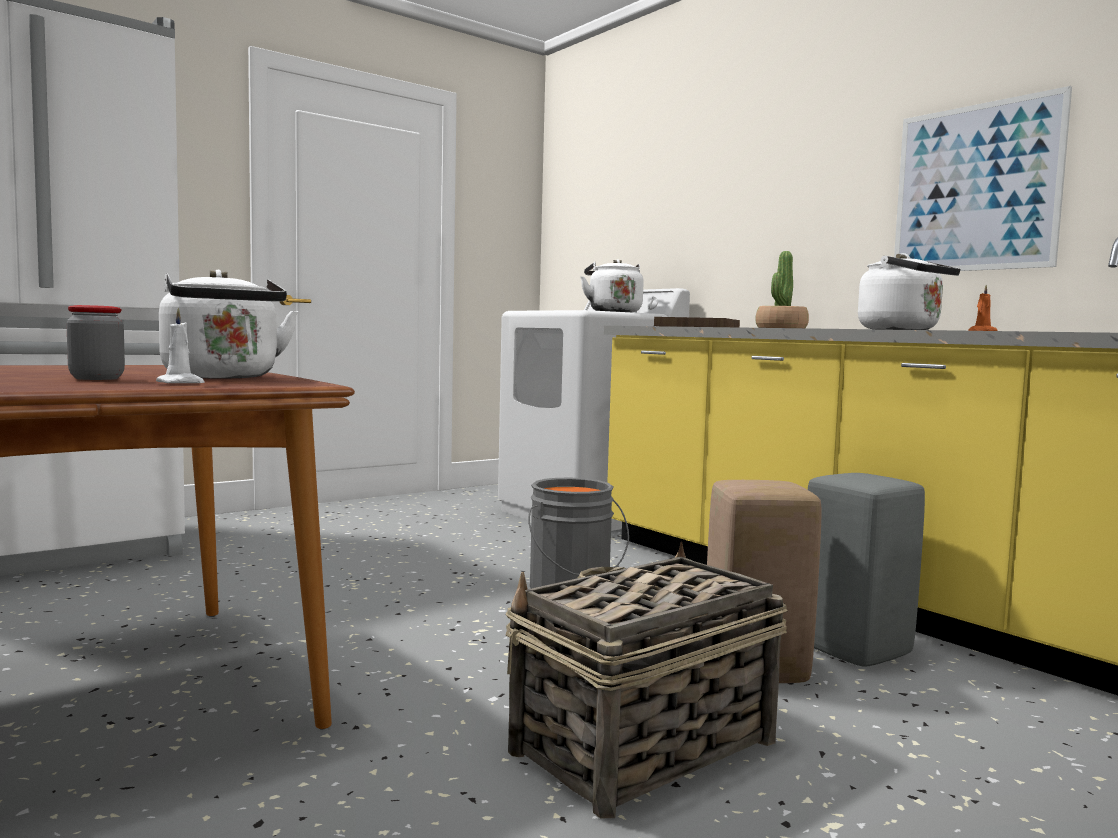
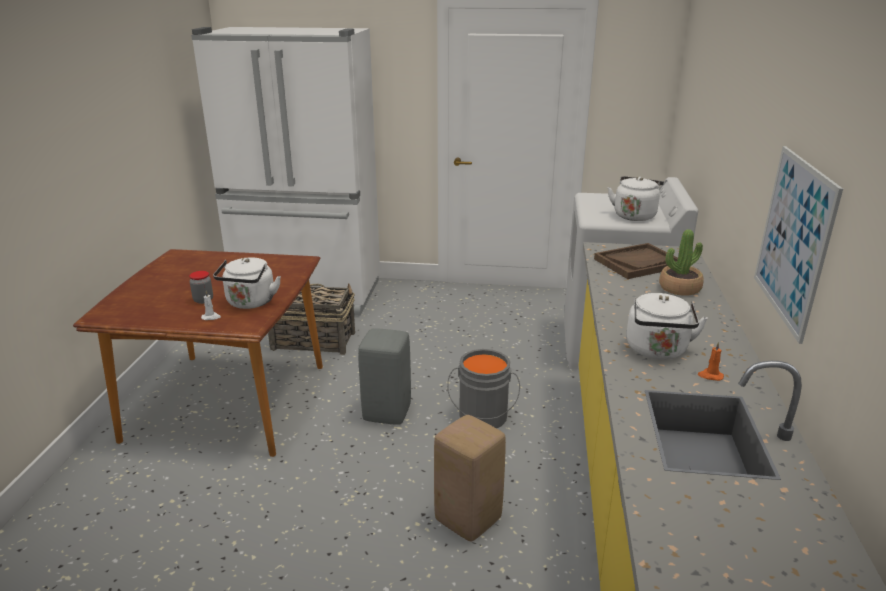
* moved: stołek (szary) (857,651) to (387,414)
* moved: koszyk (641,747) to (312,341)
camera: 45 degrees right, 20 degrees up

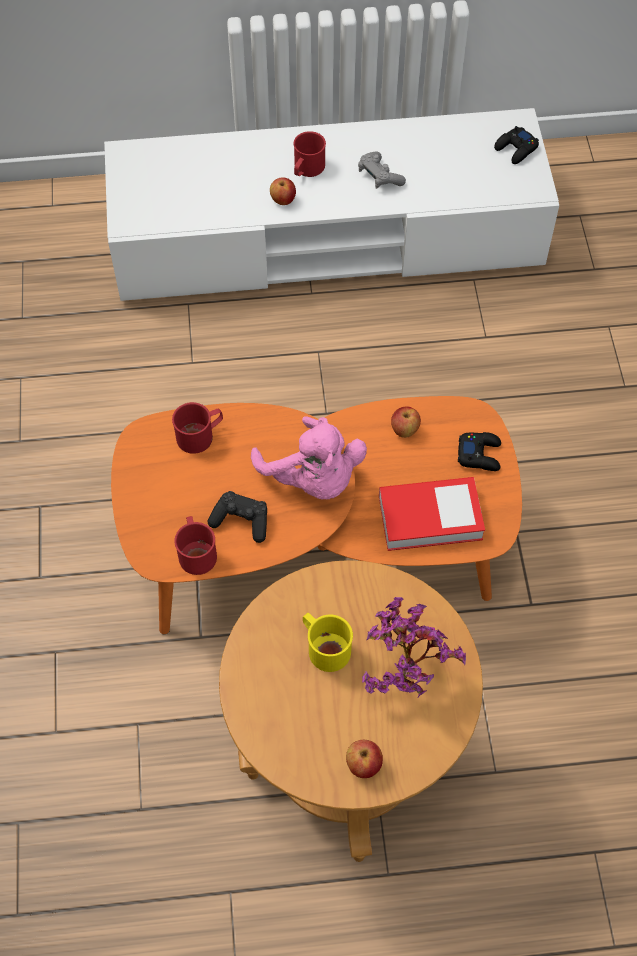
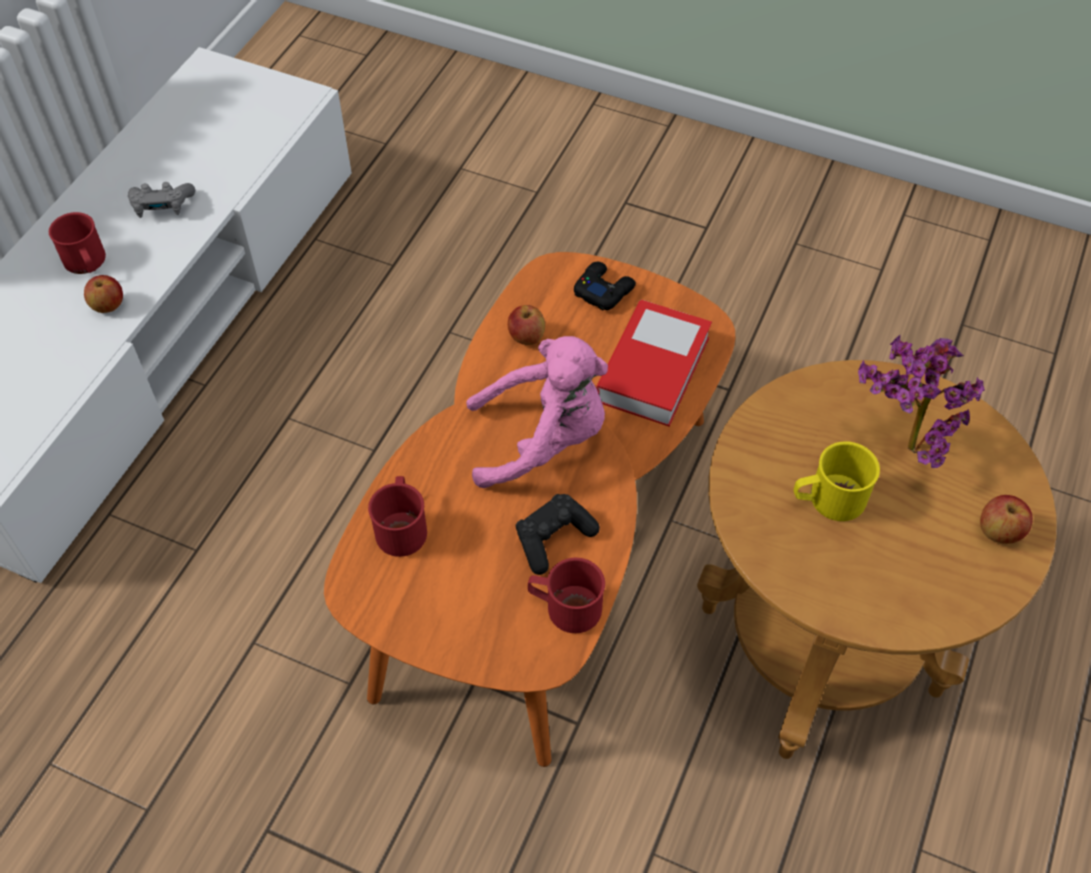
* removed: pad do gier (czarny) (516,149)
camera: 60 degrees left, 5 degrees down

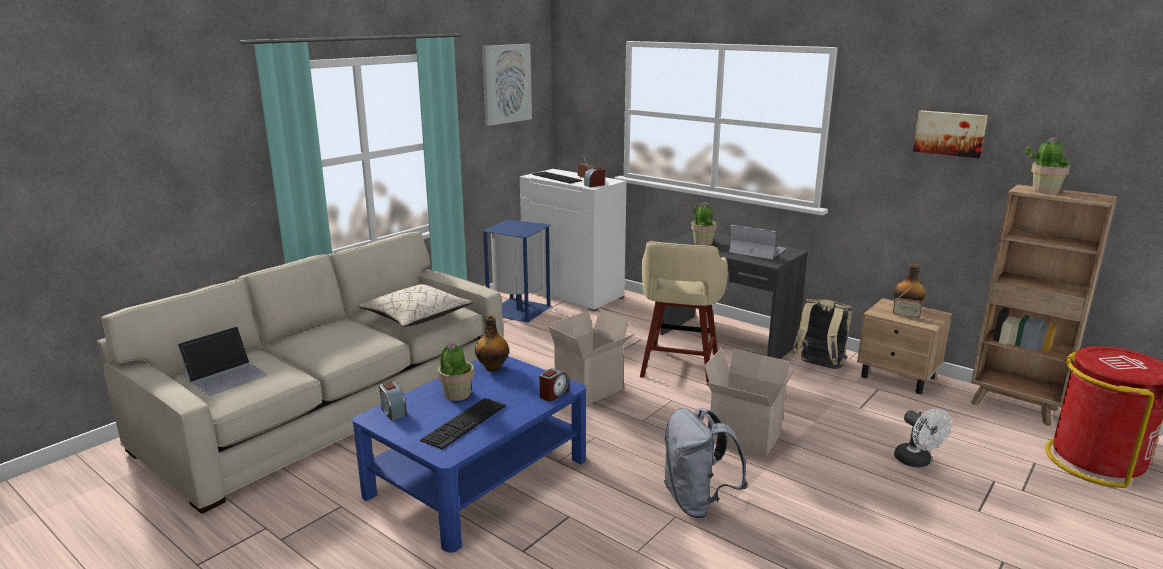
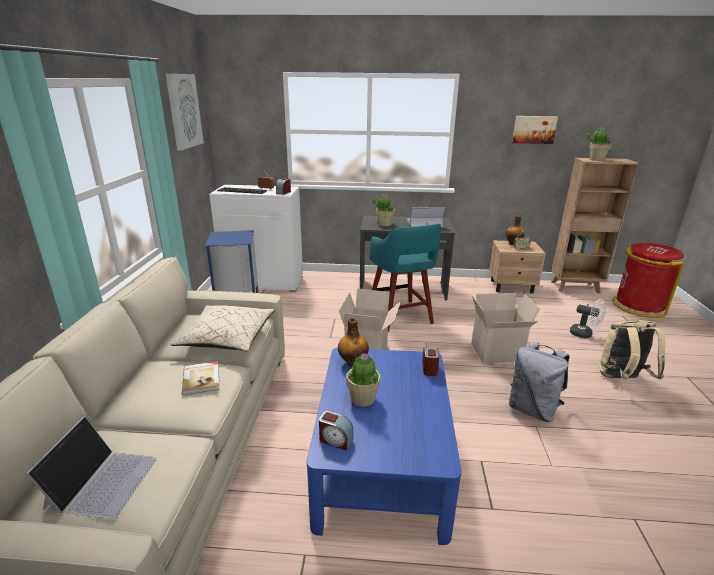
* recoloured: stołek (beżowy) (679,367) to stołek (turkusowy) (400,316)
* moved: plecak (beżowy) (819,367) to (622,379)
* removed: klawiatura (464,422)
* added: książka (202,379)
camera: 35 degrees left, 5 degrees up

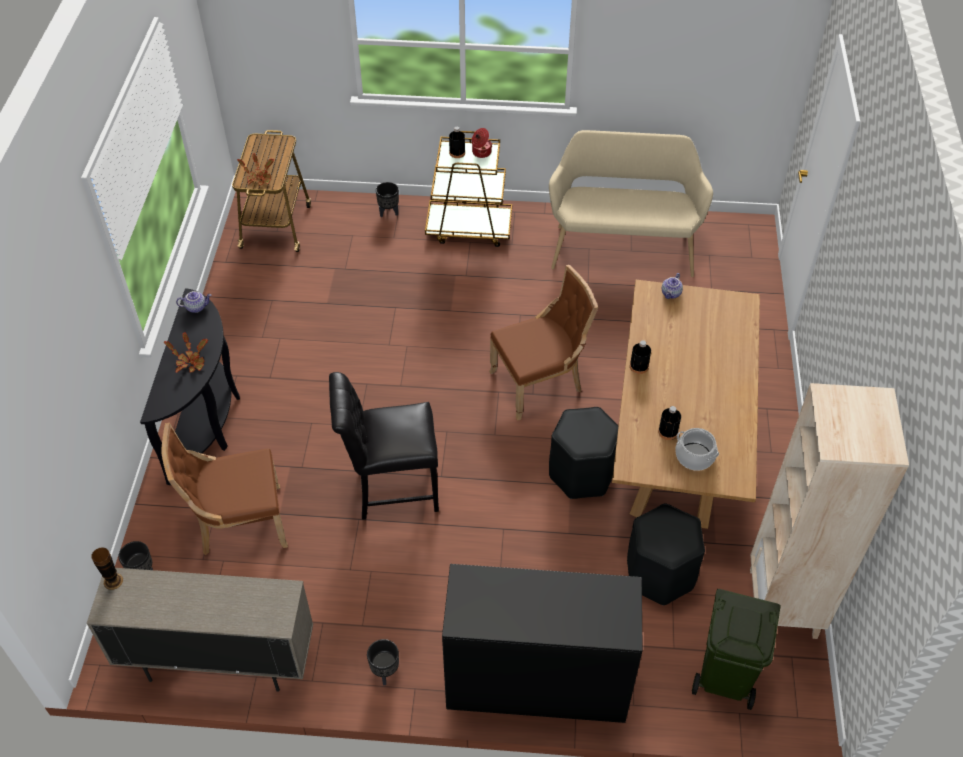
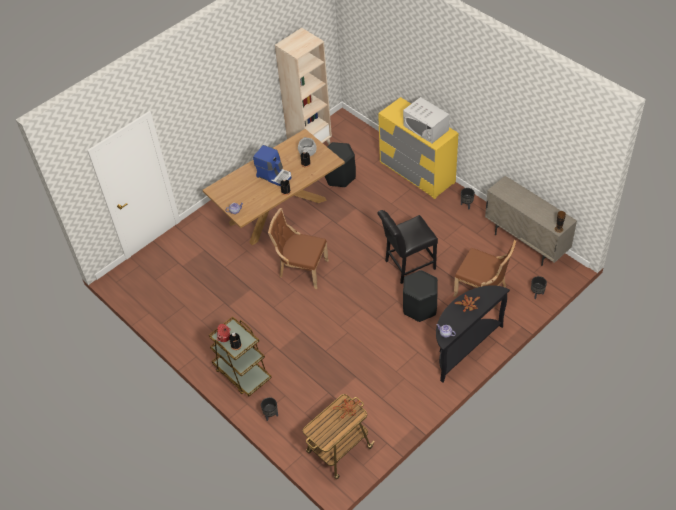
* removed: ławka (beżowy) (622,247)
* turned: krzesło (czarny) (391,488) = (407,265) 120 degrees clockwise
* moved: stołek (czarny) (581,473) to (420,307)
* recoloured: komoda (czarny) (537,683) to komoda (żółty) (417,172)
* removed: kosz na śmieci (zielony) (726,676)
* added: mikrofalówka (biały) (426,128)
* added: ekspres do kawy (274,175)
camera: 135 degrees left, 0 degrees up

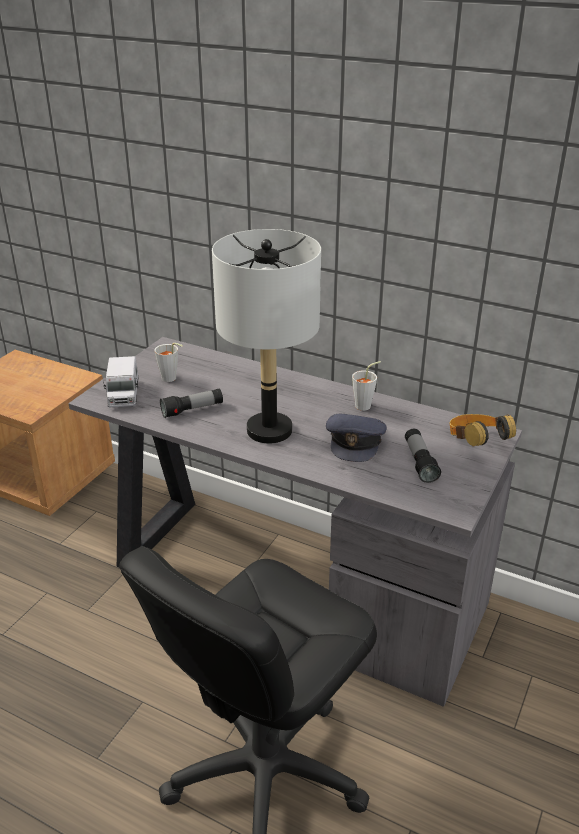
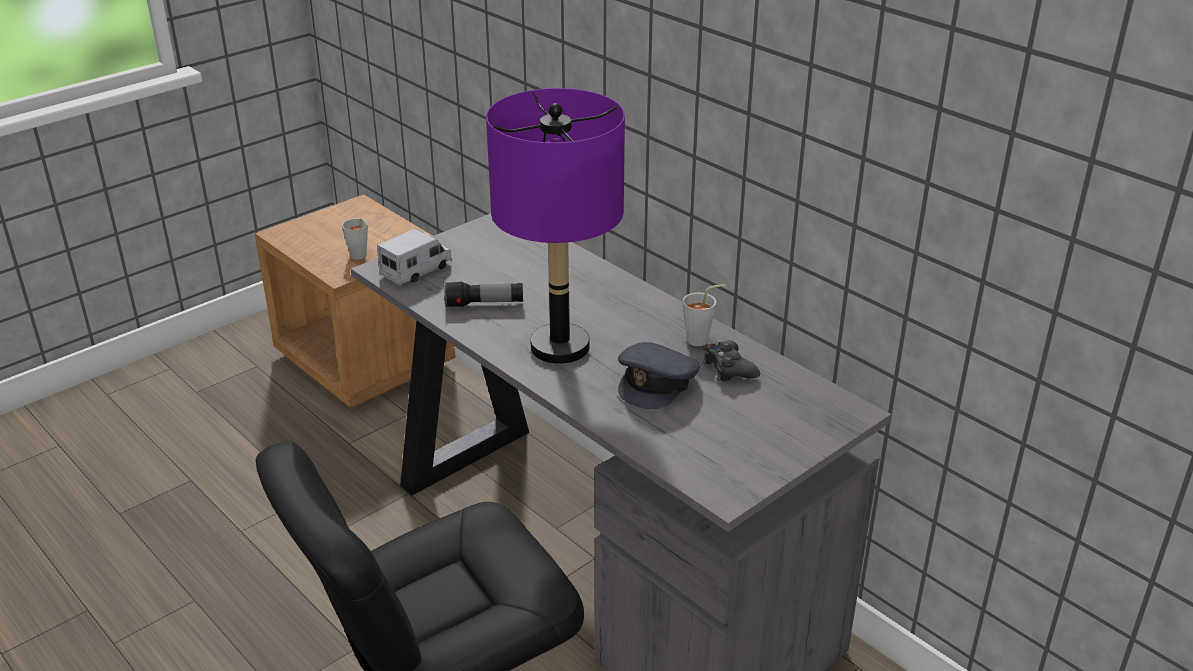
* recoloured: lampa stołowa (szary) (270,430) to lampa stołowa (fioletowy) (560,347)
* moved: filiżanka (szary) (171,379) to (359,257)
* turned: ciężarówka zabawkowa (123,395) = (417,270) 150 degrees counterclockwise
* removed: słuchawki (476,444)
* removed: latarka (420,462)
* added: pad do gier (czarny) (729,369)
camera: 20 degrees right, 0 degrees up

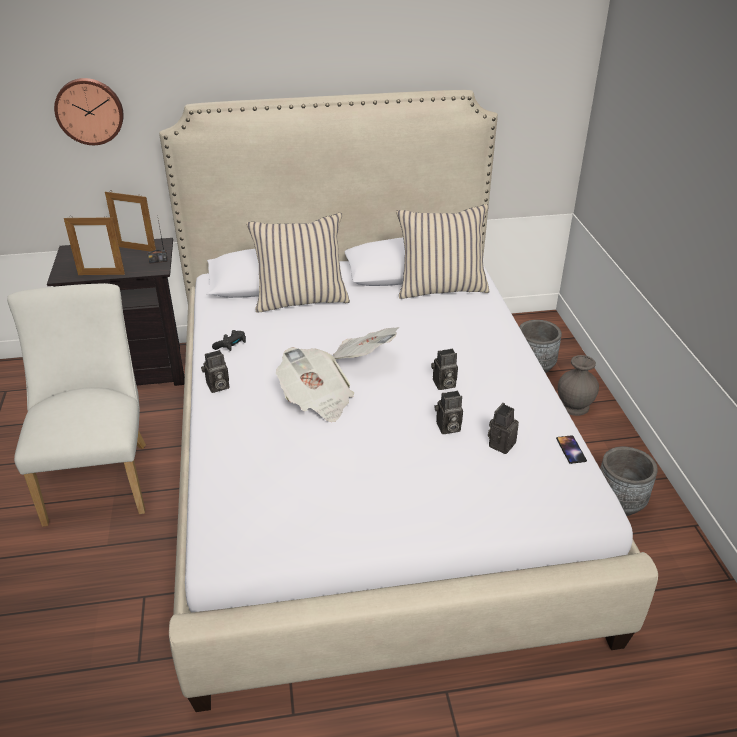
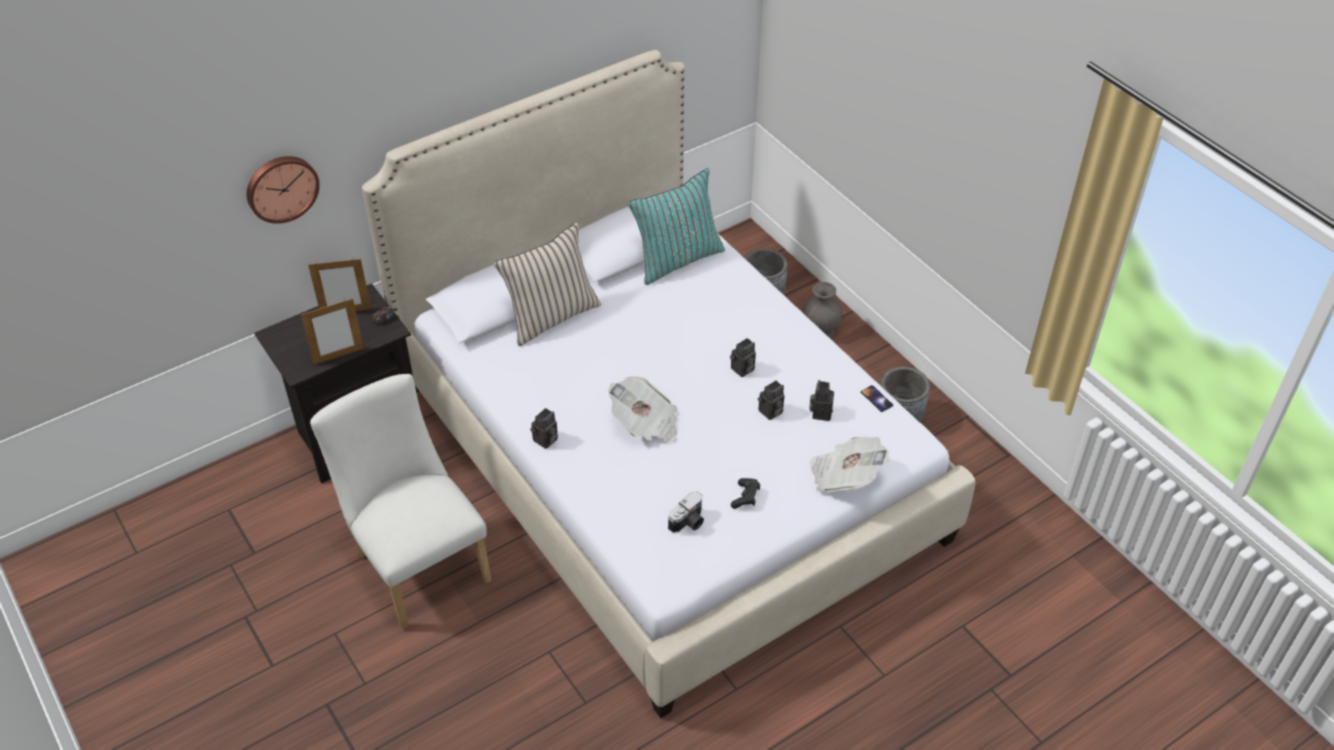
* recoloured: poduszka (beżowy) (441,288) to poduszka (turkusowy) (677,259)
* moved: gazeta (363,358) to (845,476)
* moved: pad do gier (czarny) (231,346) to (745,497)
* added: aparat fotograficzny (689,522)
camera: 25 degrees left, 10 degrees up

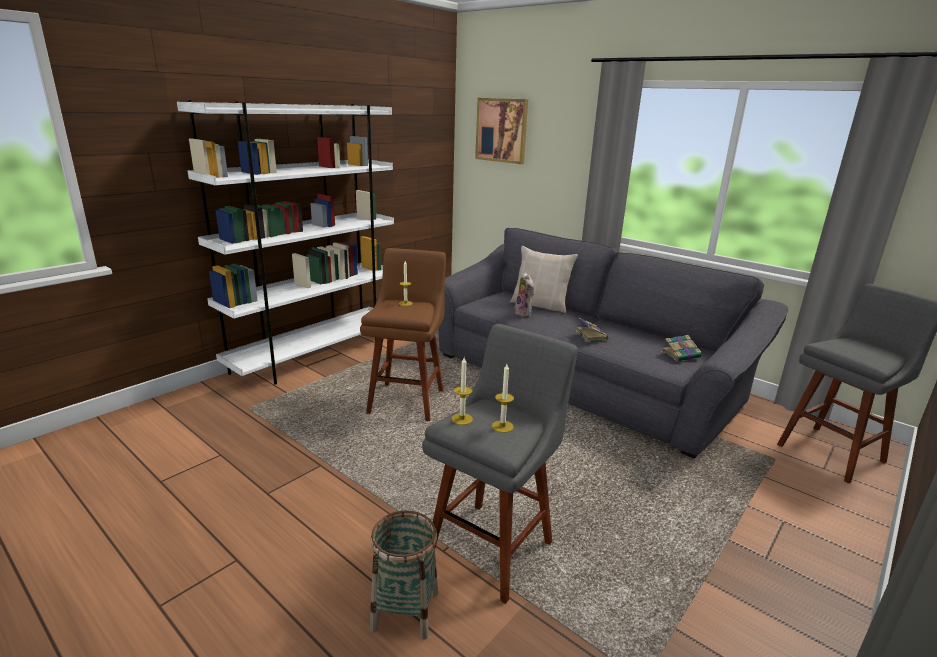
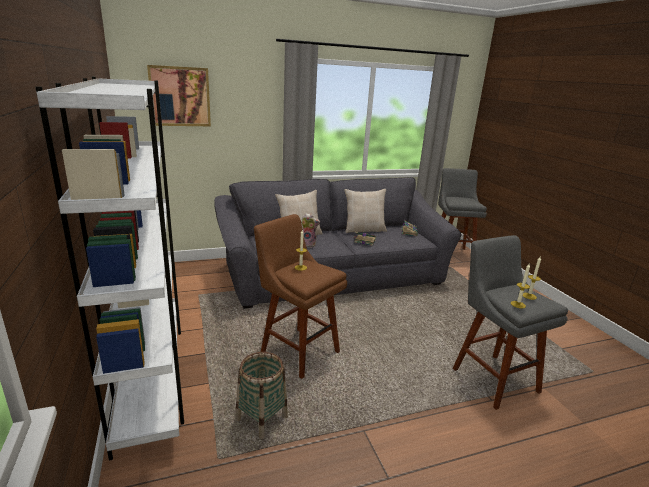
* moved: koszyk (405,610) to (261,418)
* added: poduszka (beżowy) (364,230)
camera: 60 degrees left, 0 degrees up

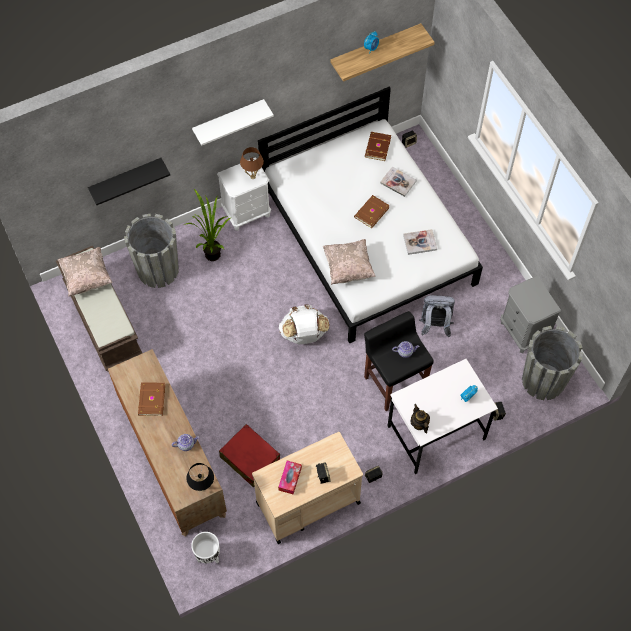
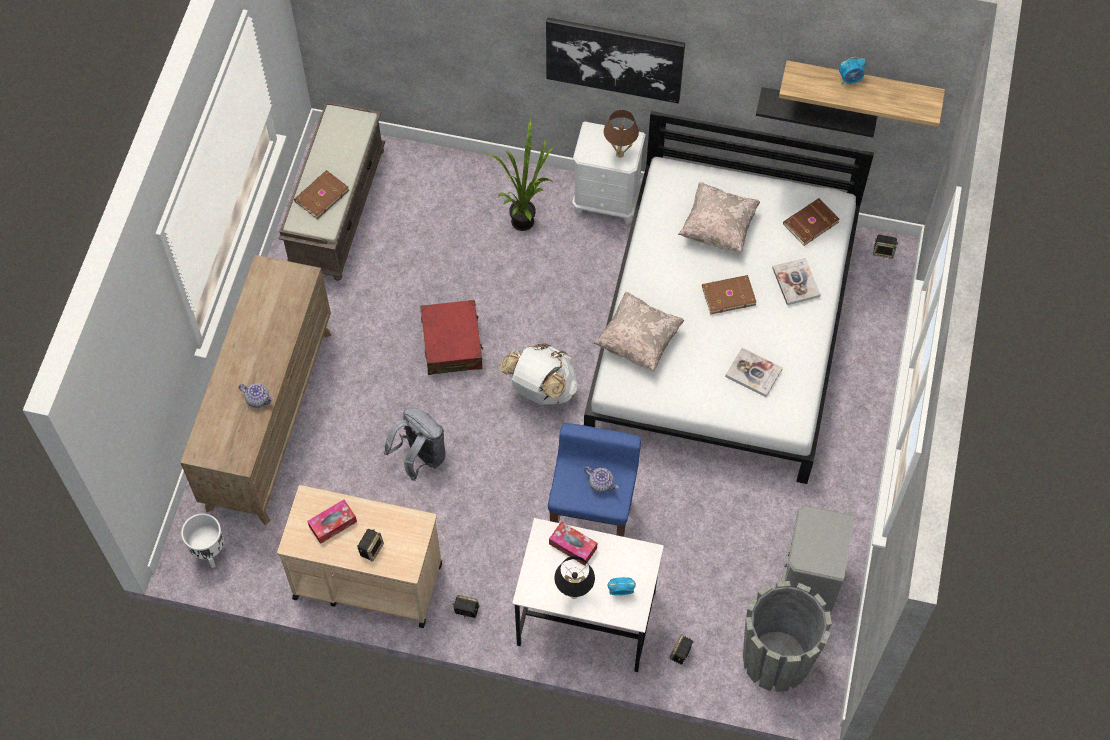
* replaced: półka (biały) (229,120) to obraz (614,59)
* moved: półka (czarny) (126,179) to (817,108)
* removed: donica (szary) (158,270)
* moved: poduszka (beżowy) (87,277) to (718,228)
* moved: plecak (szary) (434,326) to (420,457)
* recoloured: stołek (czarny) (394,383) to stołek (niebieski) (592,523)
* moved: książka (brązowy) (151,400) to (321,195)
* removed: imbryk (419,424)
* moved: walizka (czerwony) (250,458) to (452,343)
* moved: lampa stołowa (czarny) (203,488) to (574,594)
* added: pudełko chusteczek (573,546)
camera: 40 degrees right, 0 degrees up

